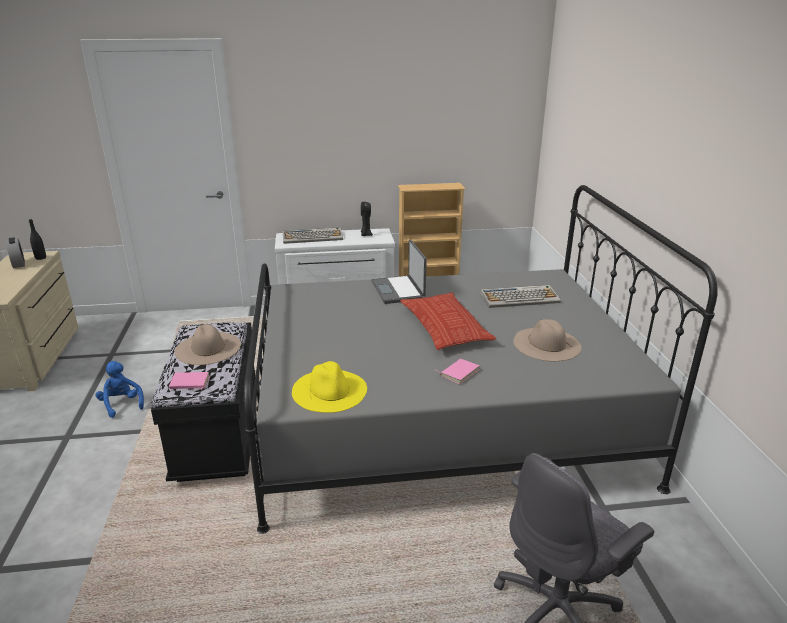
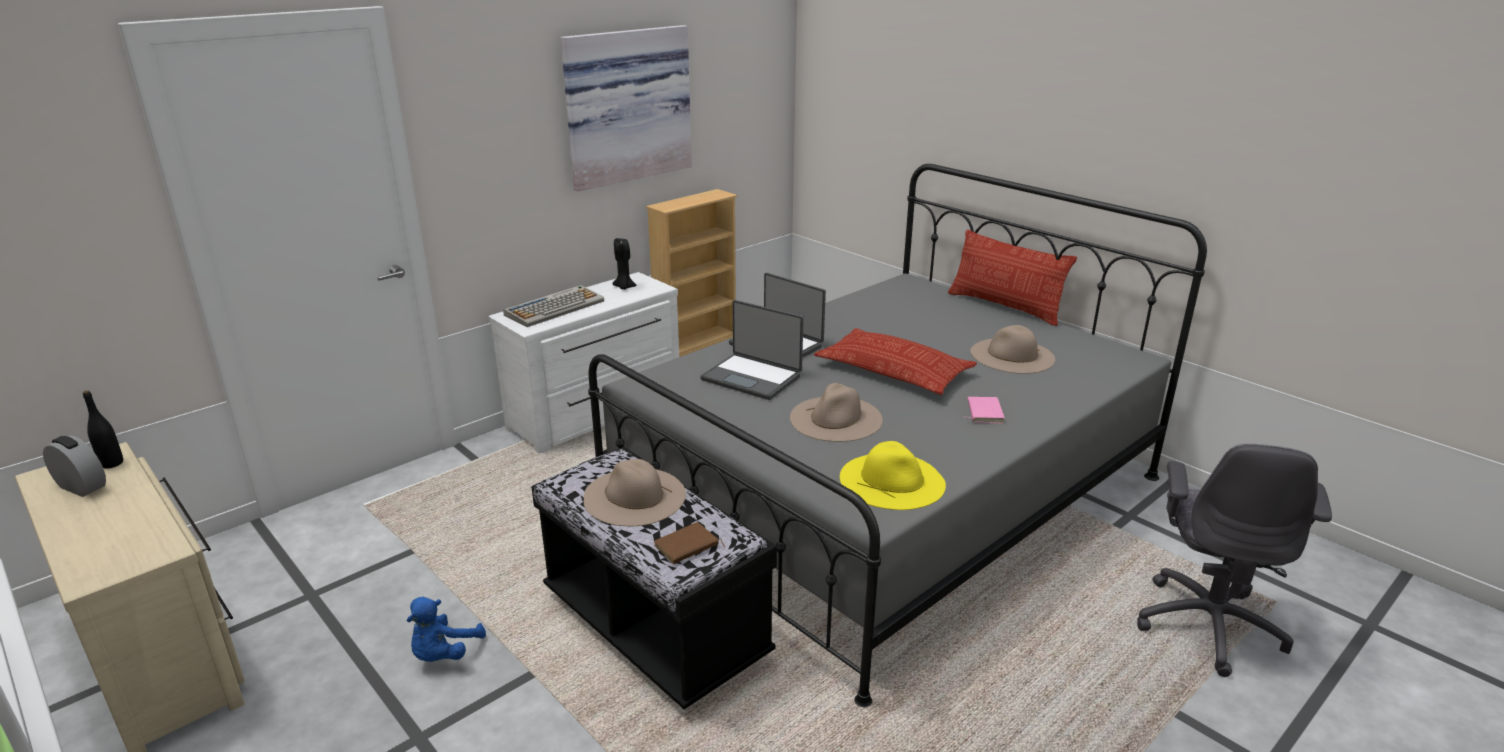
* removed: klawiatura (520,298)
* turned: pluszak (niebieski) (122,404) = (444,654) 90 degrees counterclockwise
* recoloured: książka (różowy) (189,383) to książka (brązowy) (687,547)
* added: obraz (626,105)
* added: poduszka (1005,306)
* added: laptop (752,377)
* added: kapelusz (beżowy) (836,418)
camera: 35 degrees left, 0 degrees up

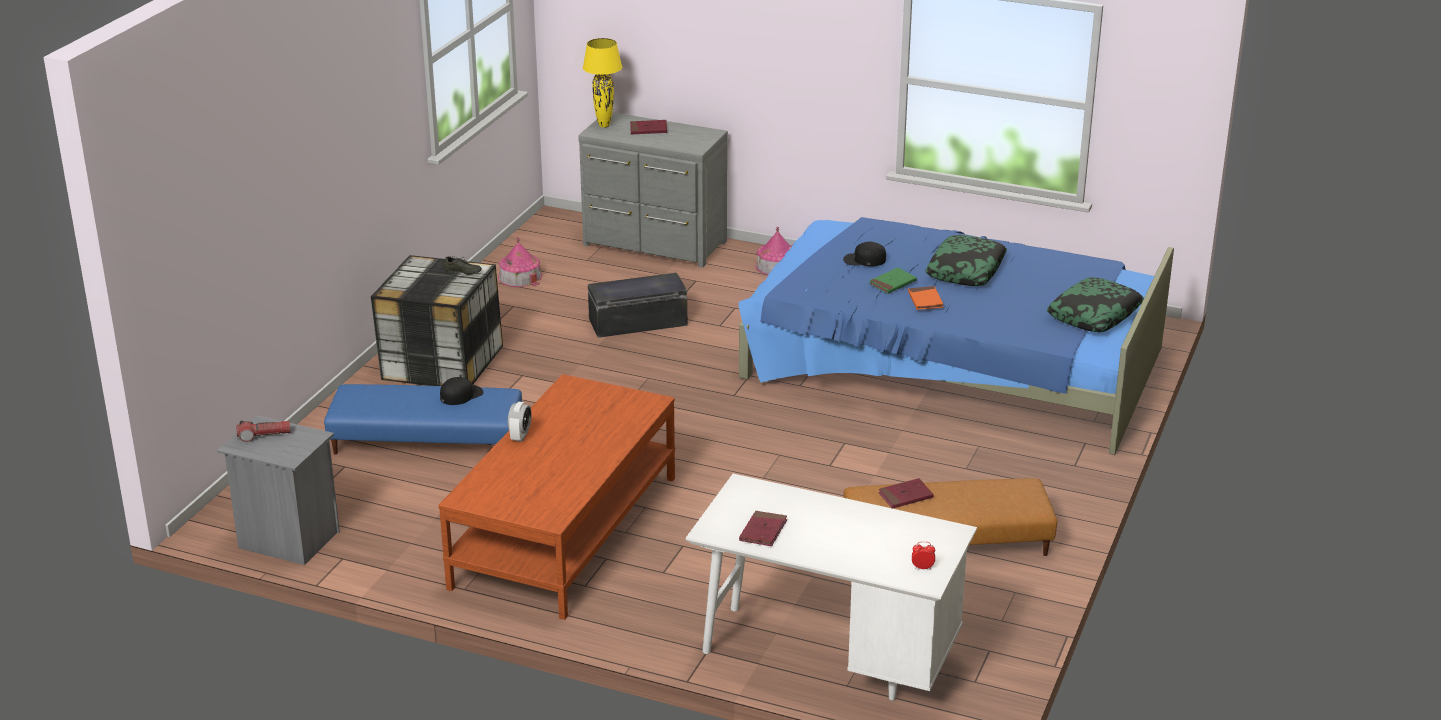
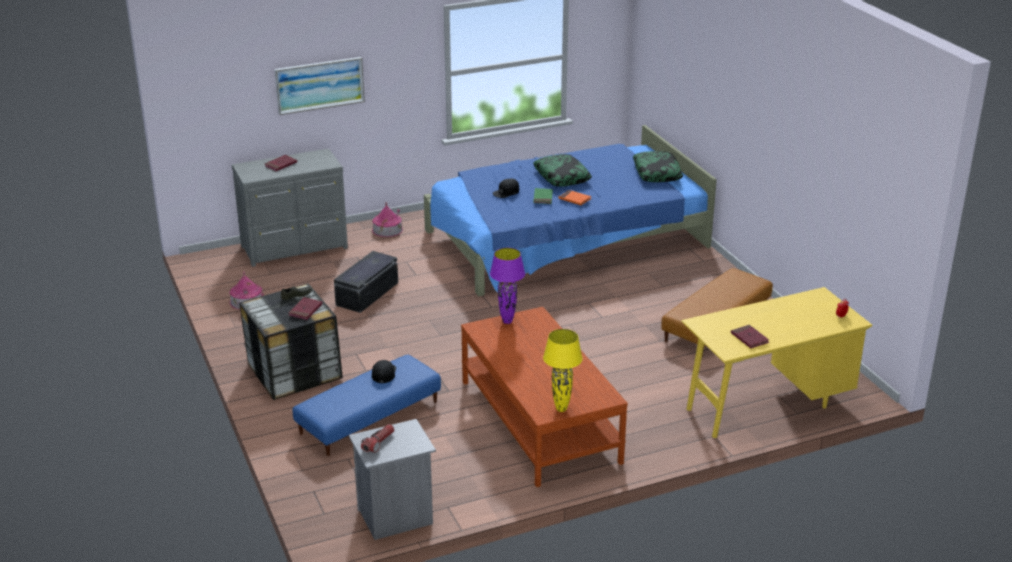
* moved: lampa stołowa (żółty) (604,125) to (561,409)
* removed: budzik (520,436)
* recoloured: biurko (biały) (827,657) to biurko (żółty) (766,406)
* moved: książka (czerwony) (905,496) to (305,310)
* added: obraz (319,85)
* added: lampa stołowa (fioletowy) (507,321)
camera: 45 degrees left, 0 degrees up

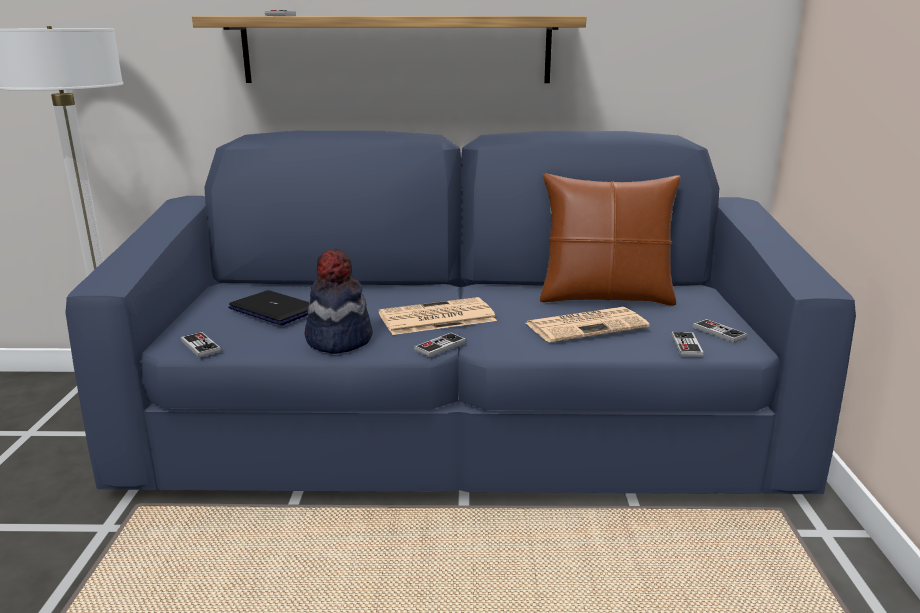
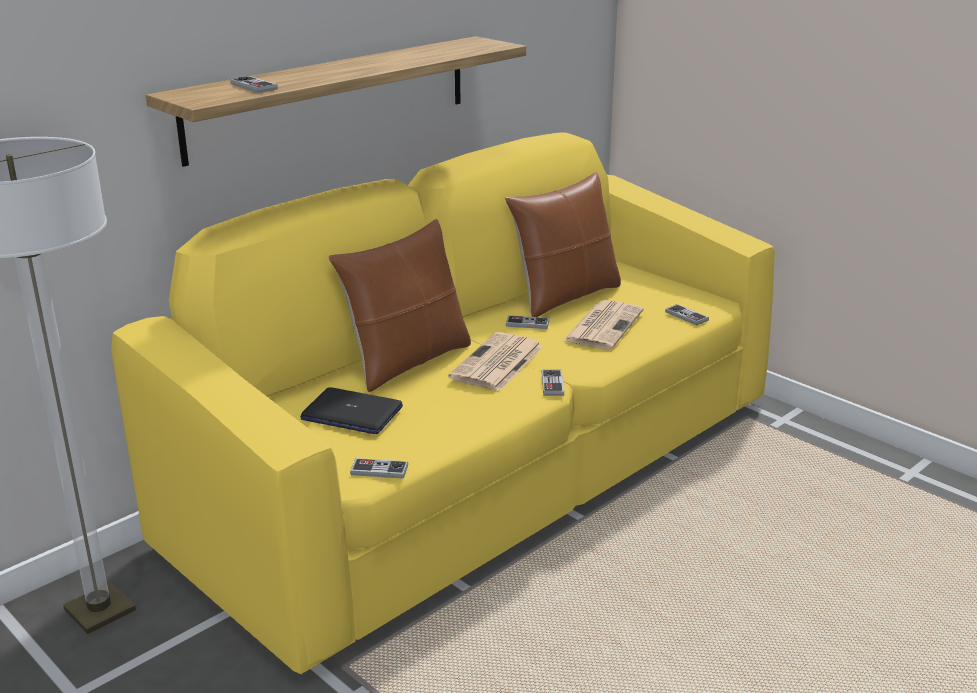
* recoloured: kanapa (niebieski) (460,432) to kanapa (żółty) (486,469)
* removed: kapelusz (338,339)
* turned: laptop (275,309) = (351,413) 150 degrees counterclockwise
* moved: pad do gier (719,332) to (527,324)
* added: poduszka (brązowy) (407,361)
camera: 45 degrees left, 5 degrees up

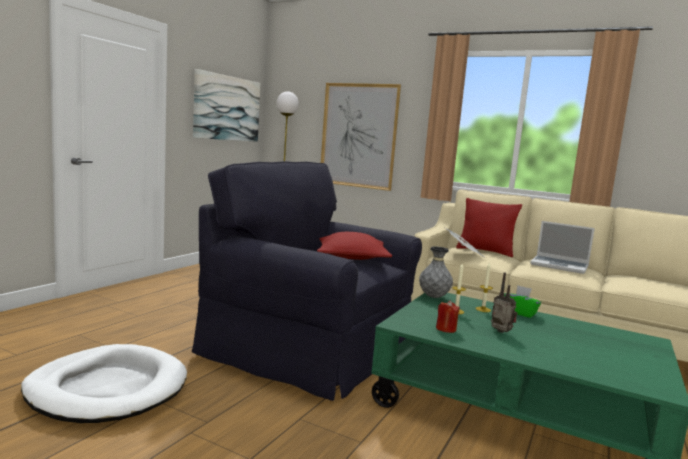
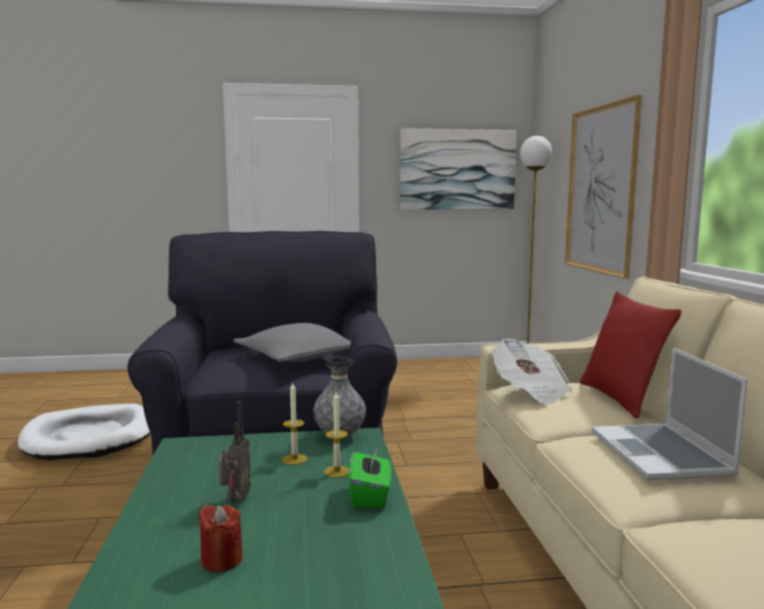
* recoloured: poduszka (czerwony) (352,257) to poduszka (szary) (297,358)
* moved: świeca (czerwony) (446,329) to (222,560)
camera: 55 degrees right, 0 degrees up

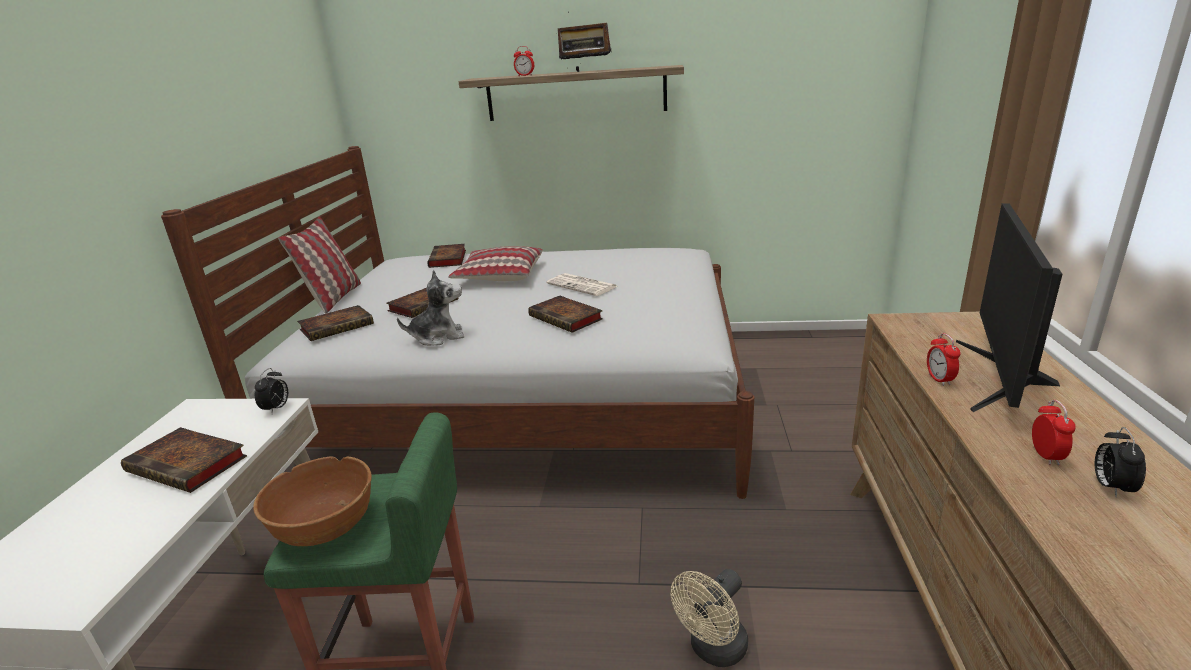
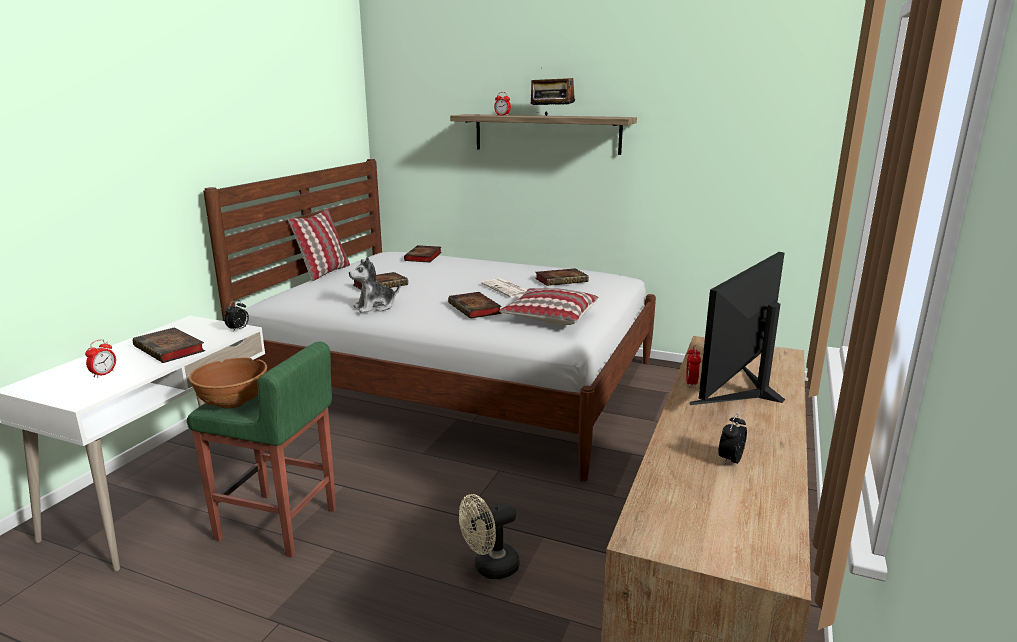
* moved: poduszka (499,275) to (549,317)
* turned: pluszak (438,337) = (375,307) 150 degrees clockwise
* moved: książka (338,326) to (562,280)
* moved: budzik (1046,456) to (104,374)
camera: 15 degrees right, 5 degrees down

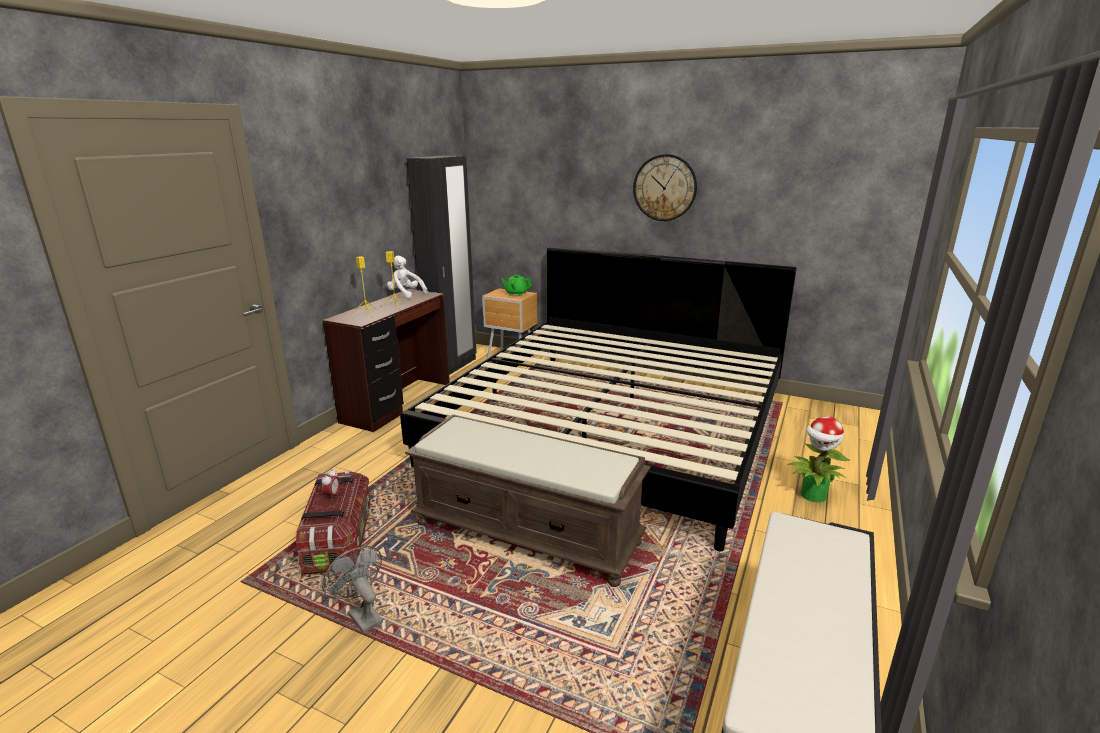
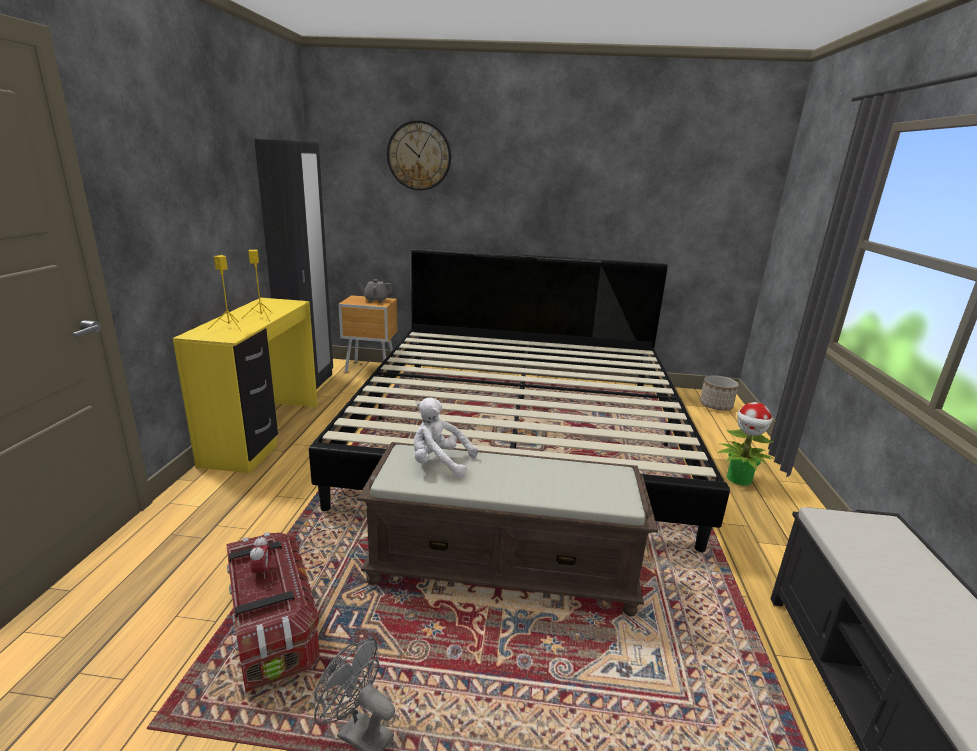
* moved: zegar ścienny (664,188) to (419,156)
* moved: pluszak (biały) (405,294) to (439,463)
* recoloured: imbryk (zielony) (516,294) to imbryk (szary) (376,300)
* recoloured: biurko (brązowy) (398,403) to biurko (żółty) (265,433)
* added: donica (716,406)
camera: 20 degrees left, 0 degrees up

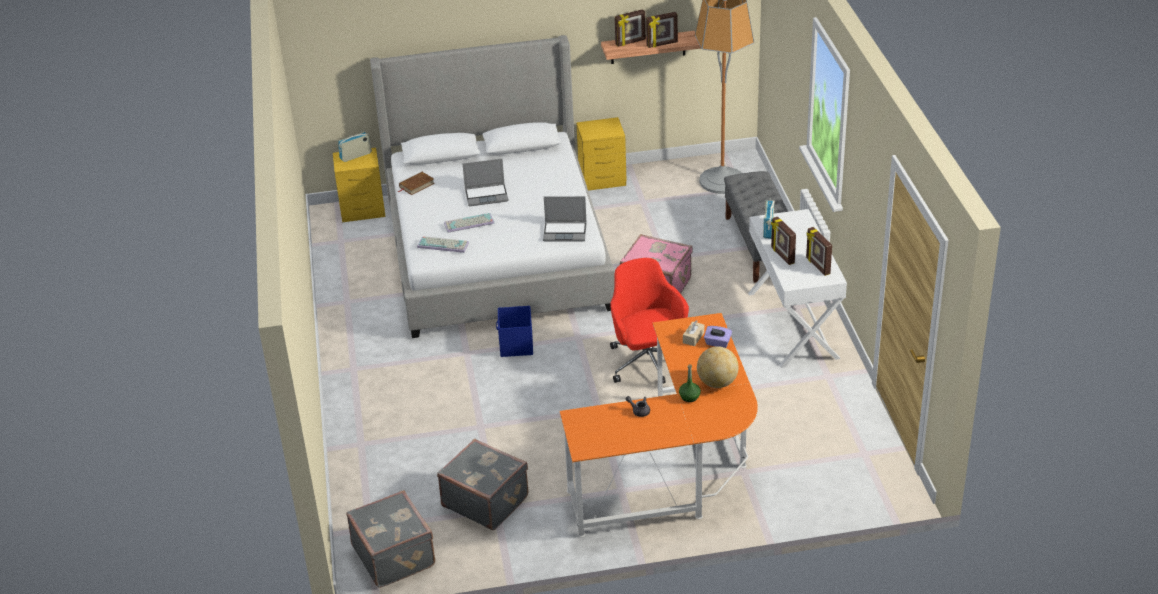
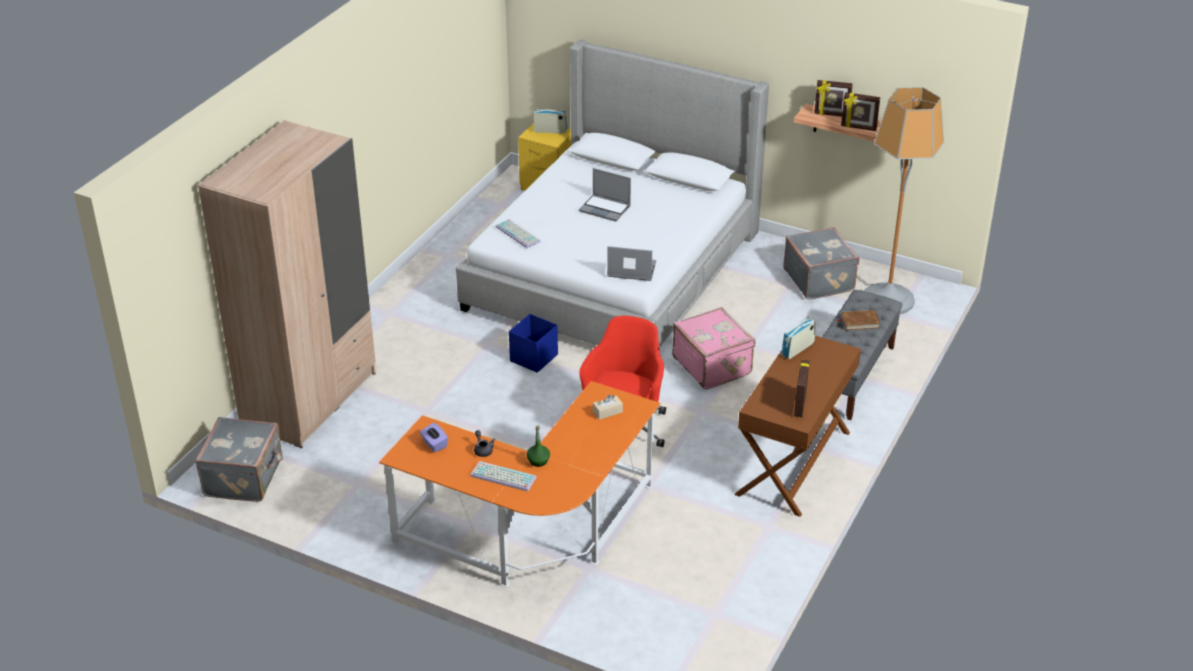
* removed: szafka nocna (żółty) (603,179)
* moved: książka (brązowy) (416,185) to (860,322)
* turned: laptop (565,232) = (631,270) 150 degrees clockwise
* recoloured: biurko (biały) (794,325) to biurko (brązowy) (794,463)
* moved: klawiatura (468,224) to (502,477)
* removed: ramka na zdjęcie (782,255)
* moved: pudełko chusteczek (fioletowy) (717,343) to (434,444)
* removed: globus (717,383)
* moved: walizka (szary) (486,500) to (819,280)
* added: szafa (beżowy) (309,399)
camera: 35 degrees right, 0 degrees up

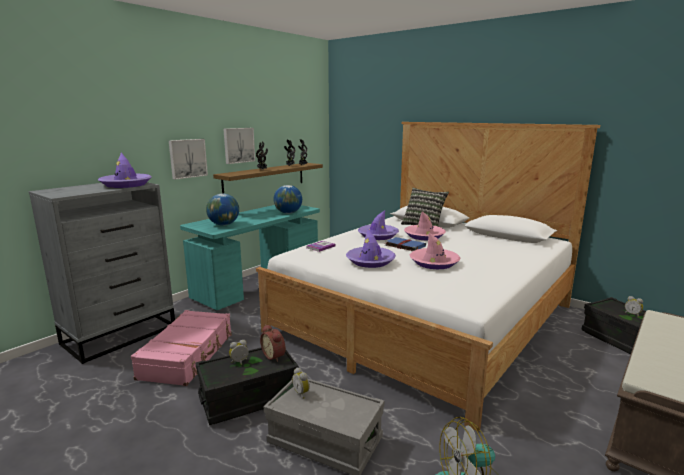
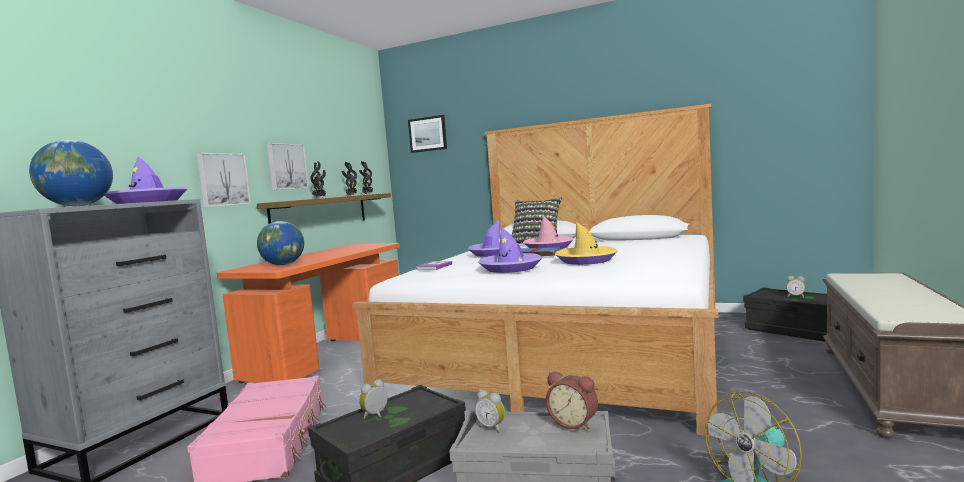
* moved: globus (288,213) to (77,206)
* recoloured: biurko (turkusowy) (258,284) to biurko (pomarańczowy) (330,352)
* recoloured: kapelusz (różowy) (434,263) to kapelusz (żółty) (586,260)
* moved: budzik (275,355) to (574,423)
* added: obraz (427,134)
camera: 15 degrees left, 10 degrees down

